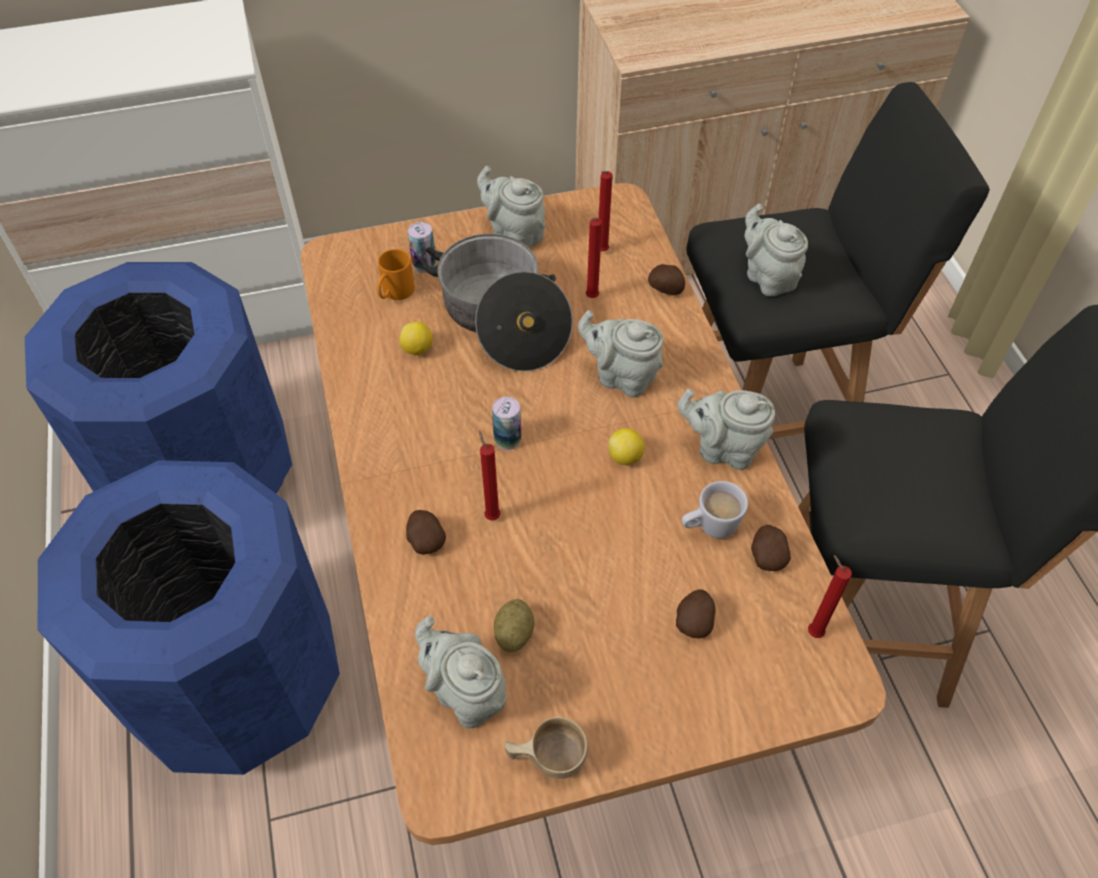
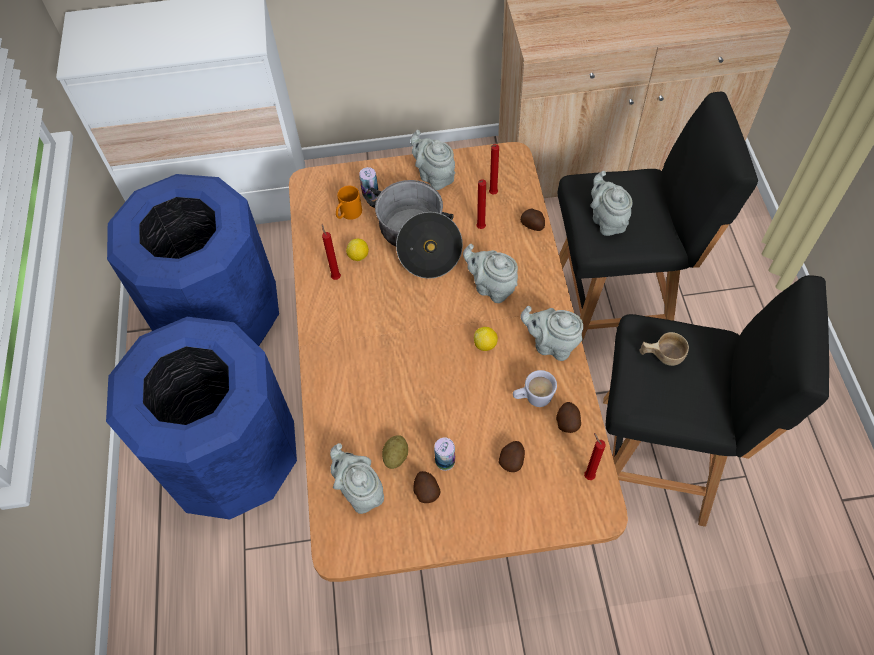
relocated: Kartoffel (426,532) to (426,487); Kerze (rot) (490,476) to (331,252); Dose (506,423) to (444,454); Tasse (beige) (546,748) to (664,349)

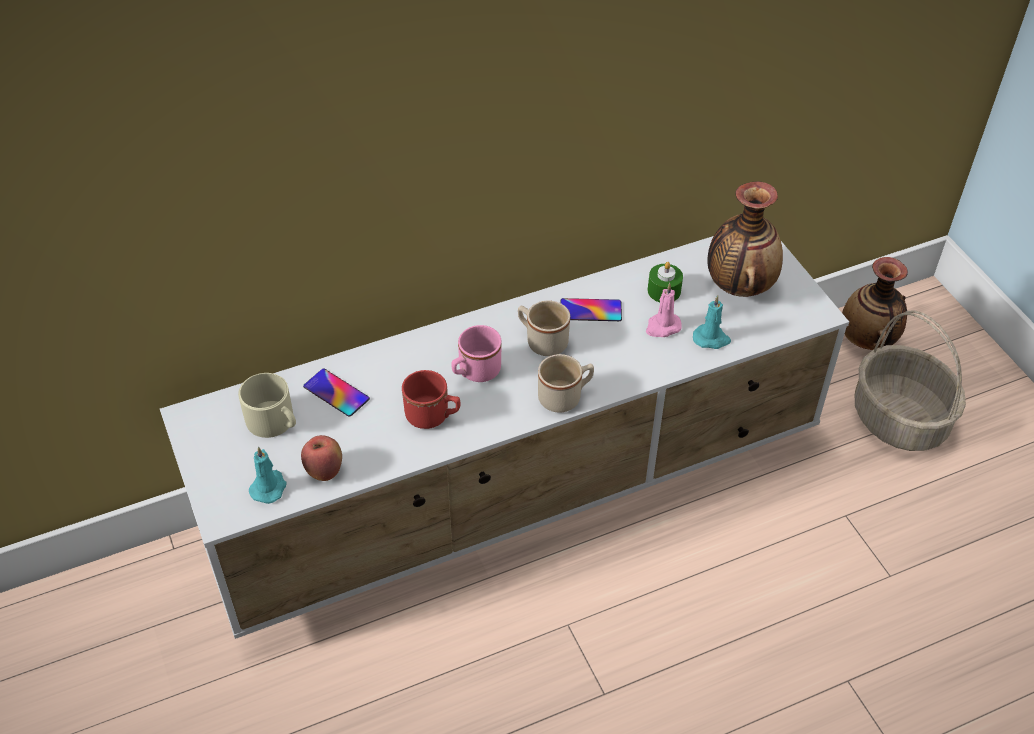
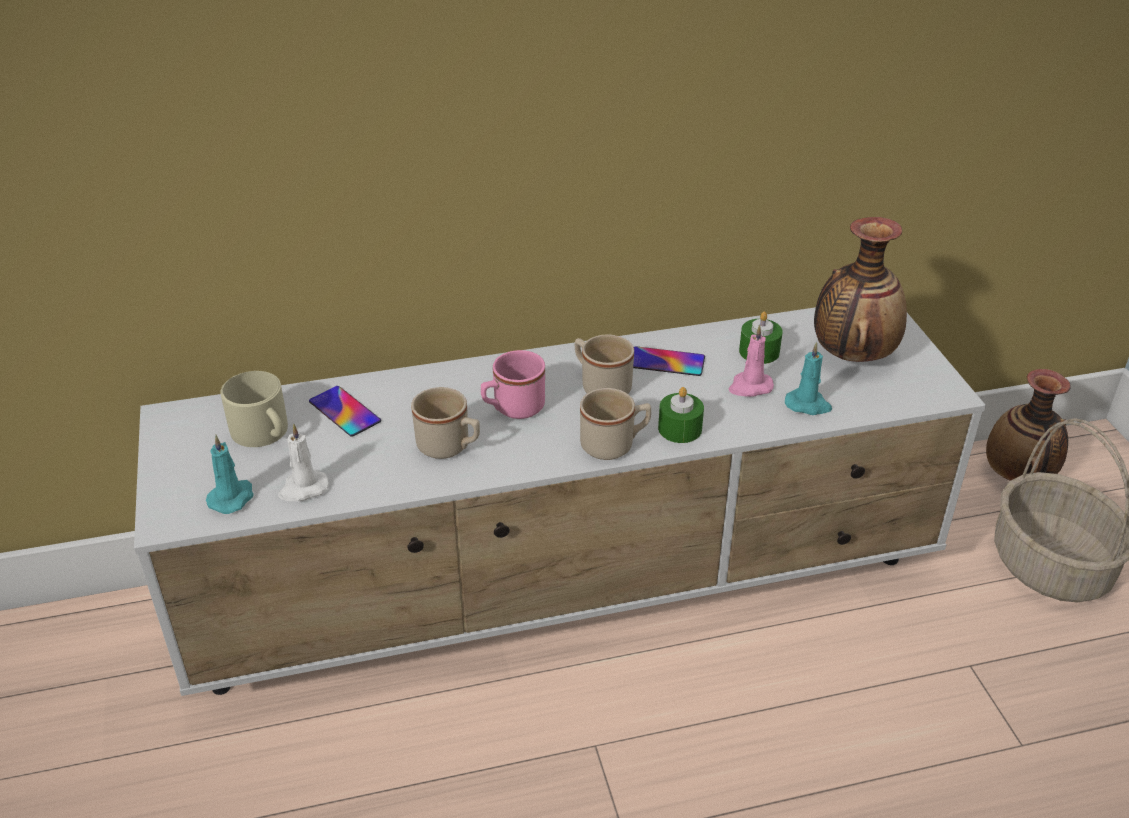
appeared: Kerze (grün) (681,415)
exchanged: Apfel (321,458) to Kerze (weiß) (303,462)
colour: Henkelbecher (rot) (431,399) to Henkelbecher (beige) (445,423)

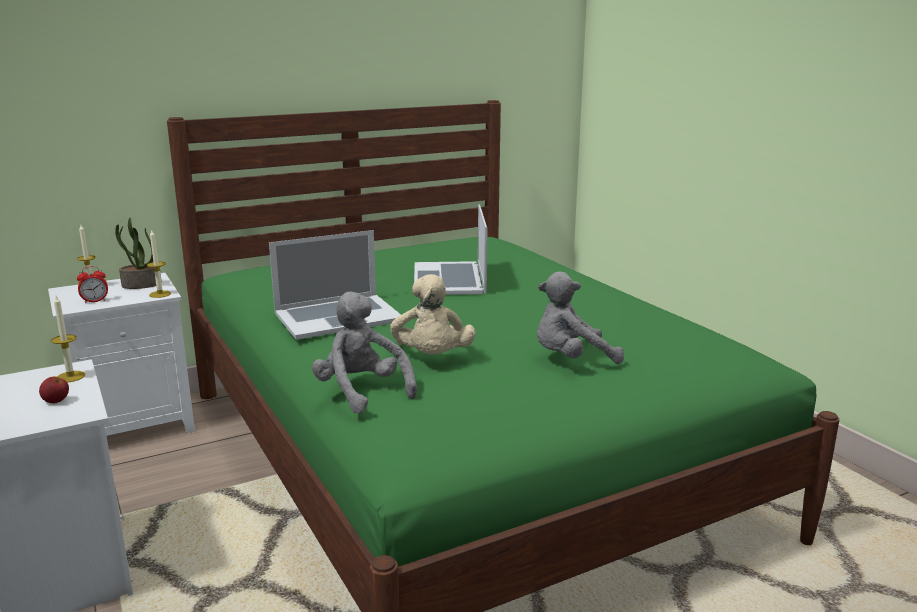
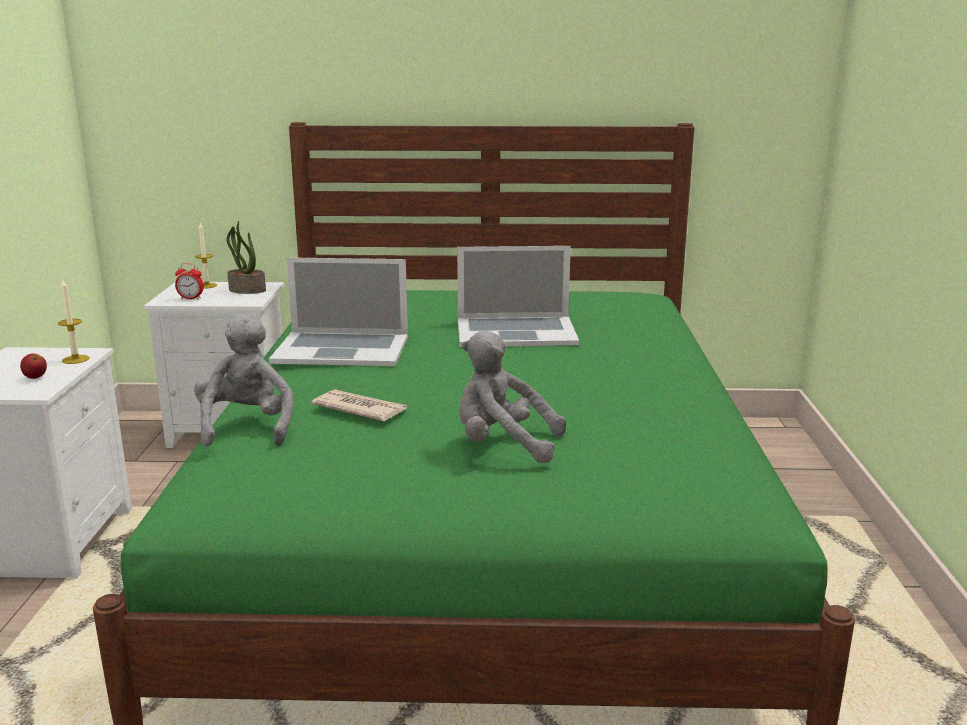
missing: Kerze (159,263)
exchanged: Plüschtier (beige) (433,314) to Zeitung (359,405)
spun: Laptop (451,249) = (518,296) 120 degrees counterclockwise

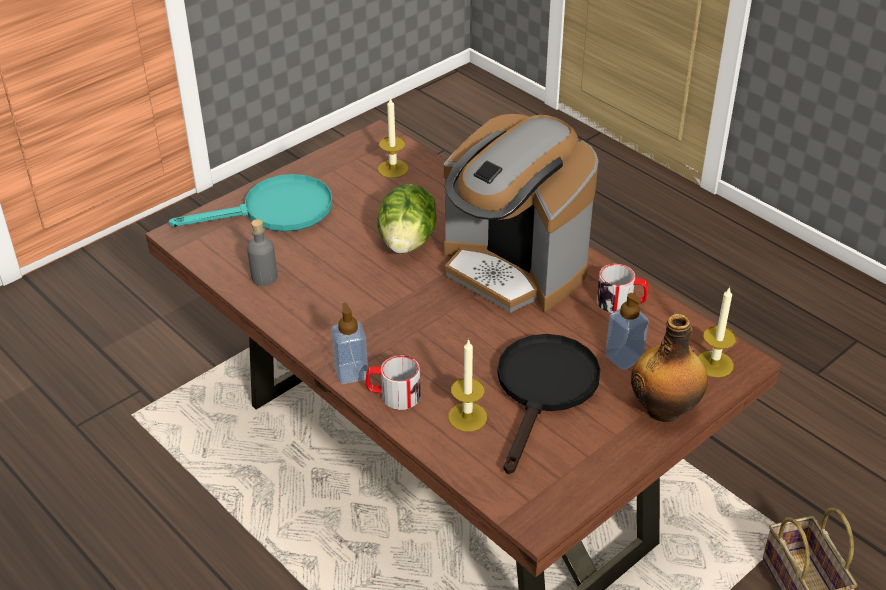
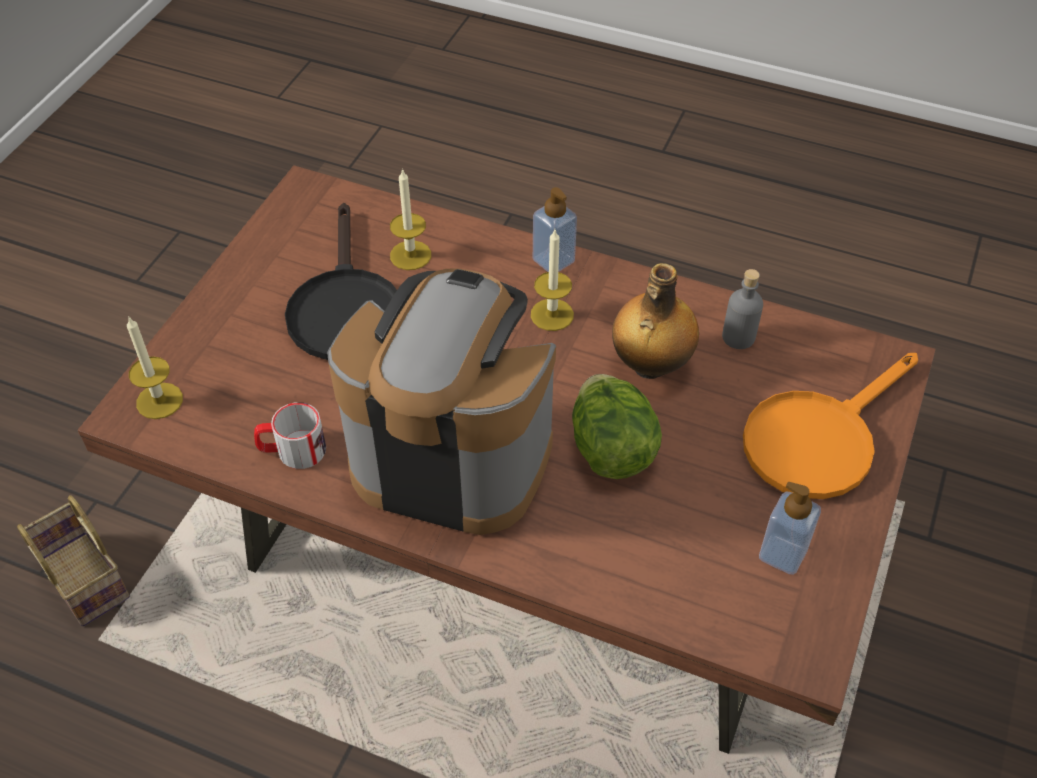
missing: Henkelbecher (393,382)
relocated: Kerze (393,137) to (552,280); Seifenspender (627,331) to (790,528); Flasche (669,368) to (655,321)
colour: Pfanne (türkis) (250,203) to Pfanne (orange) (830,426)

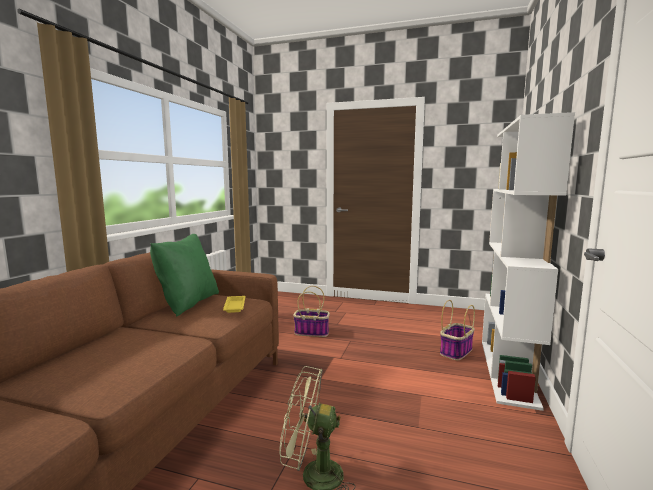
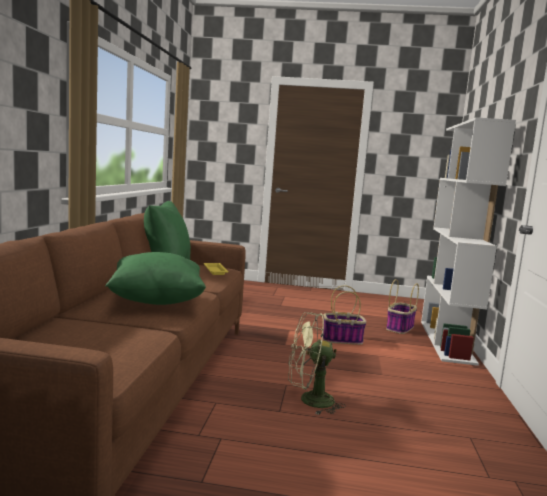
appeared: Kissen (grün) (155,278)
relocated: Korb (311,311) to (345,315)

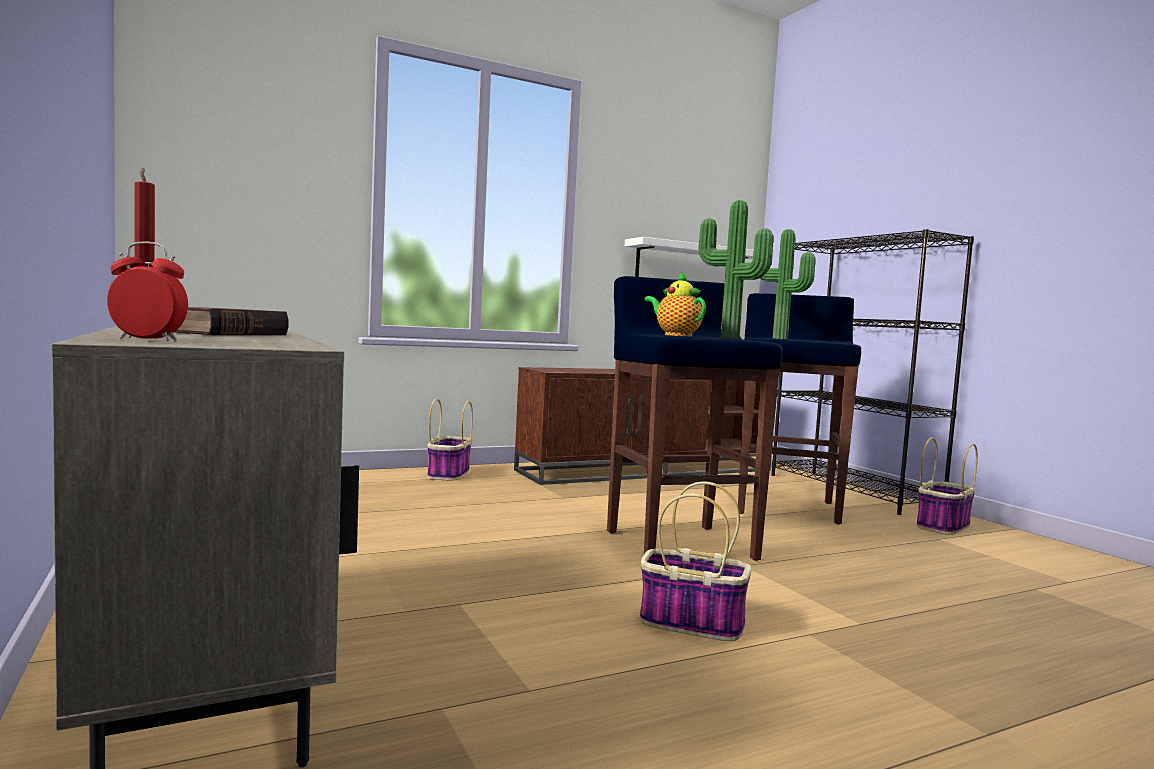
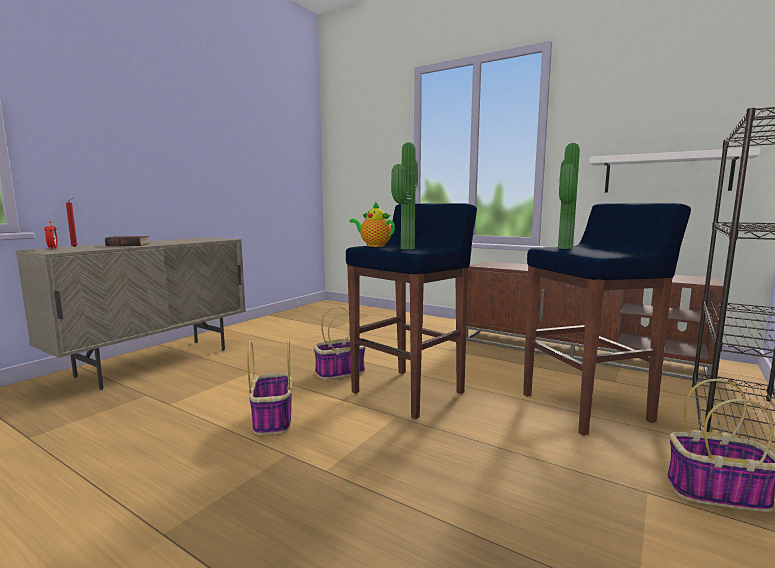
relocated: Korb (450,440) to (339,343)
spun: Teekanne (675,303) = (372,224) 75 degrees counterclockwise

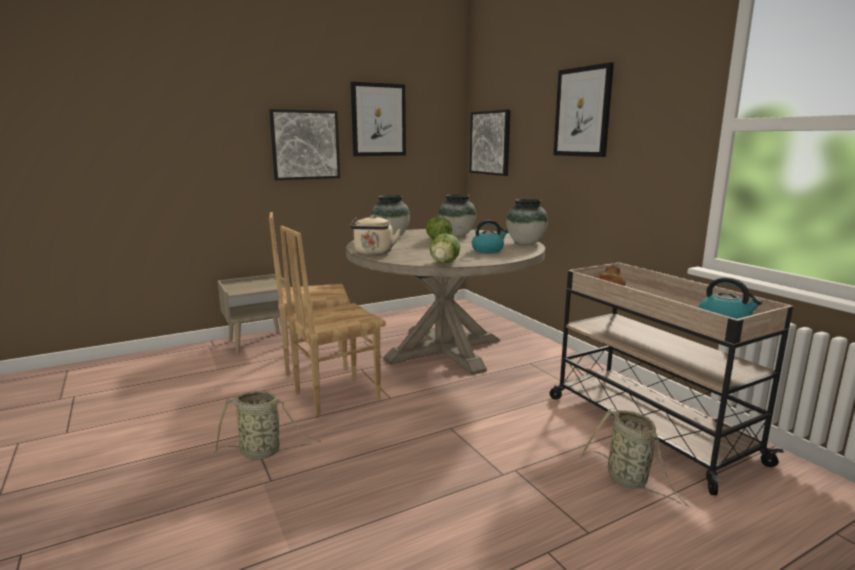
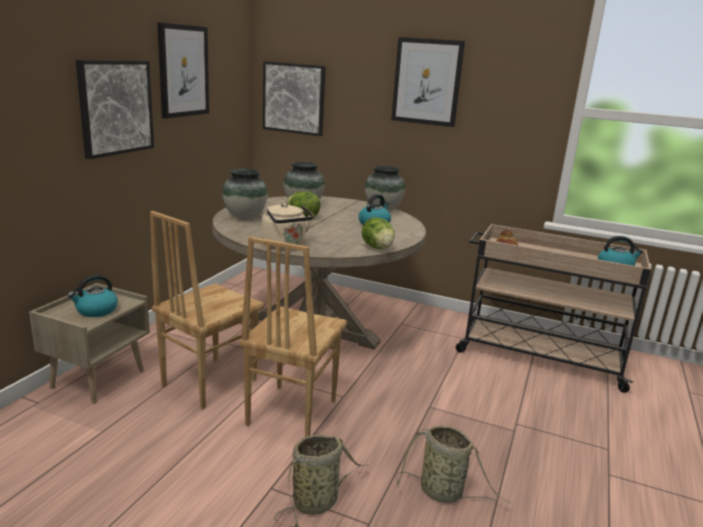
appeared: Wasserkessel (93,296)
relocated: Korb (635,458) to (453,464)

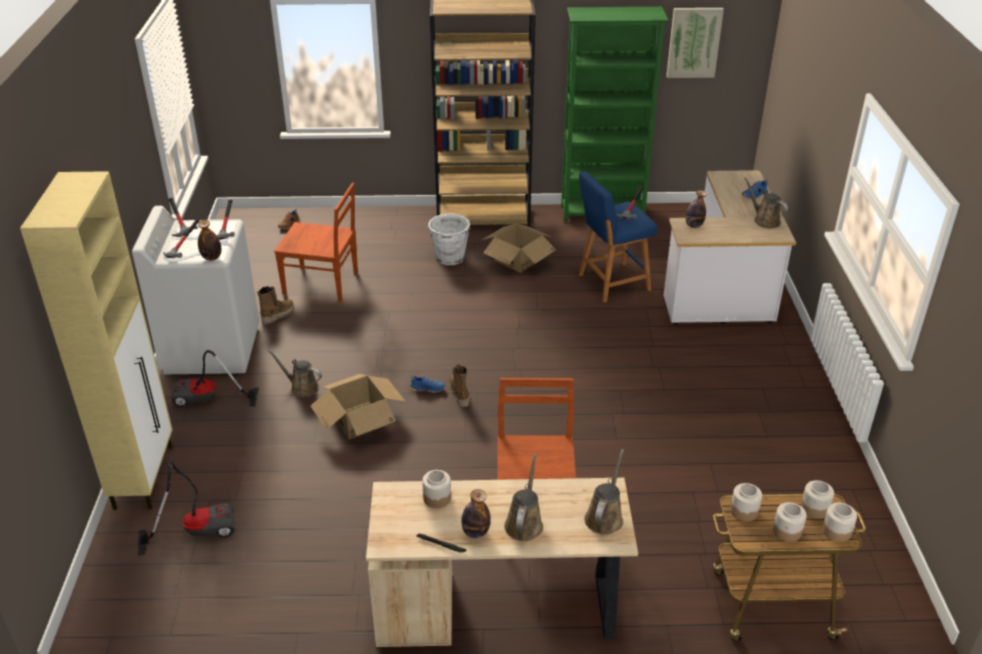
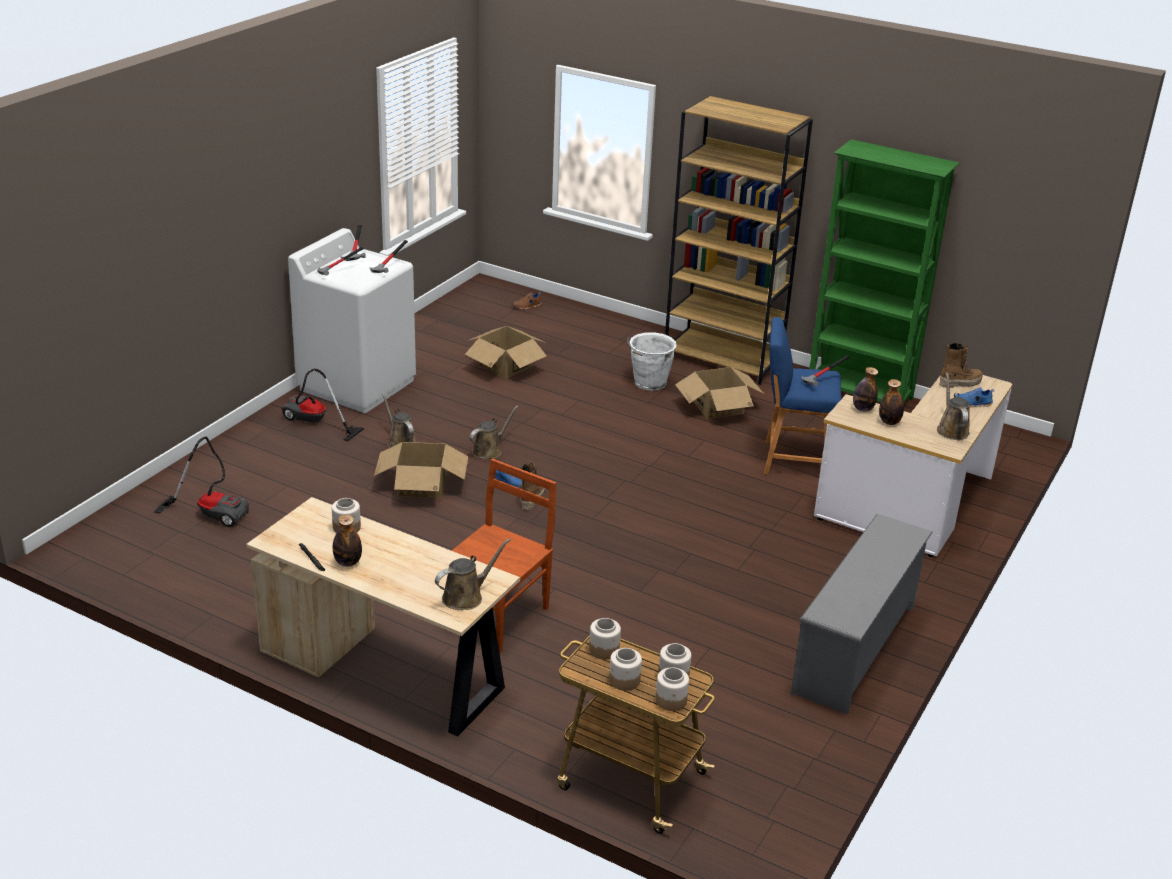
missing: Schrank (beige) (96,340); Bild (695,43)
appeared: Schuhregal (grau) (861,614)
relocated: Flasche (210,240) to (891,402); Stiefel (275,305) to (961,365); Gießkanne (braun) (523,497) to (494,432)
exchanged: Stuhl (braun) (316,242) to Karton (506,352)

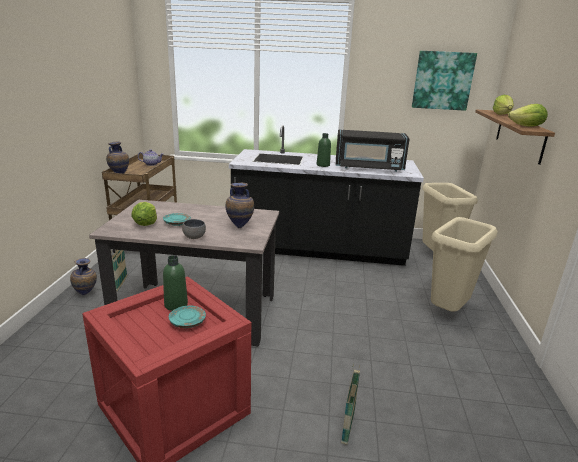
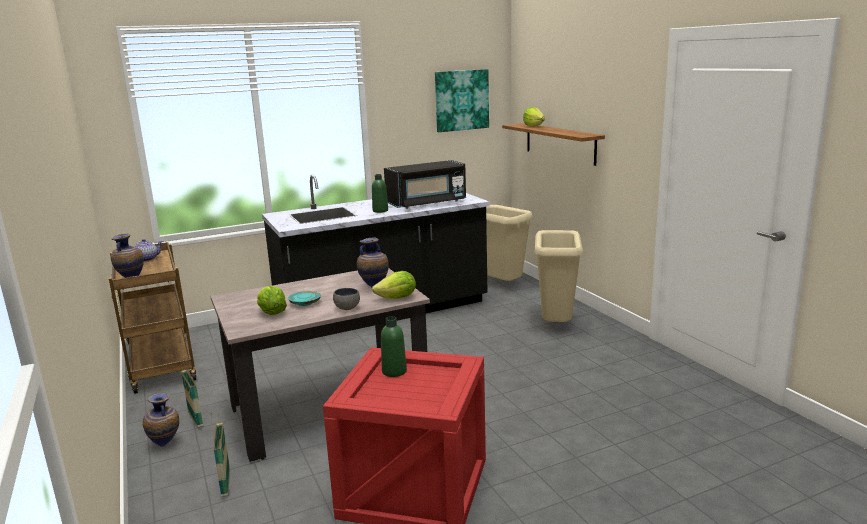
missing: Teller (türkis) (187,317)
relocated: Korb (350,404) to (220,454); Salatkopf (528,115) to (394,285)

